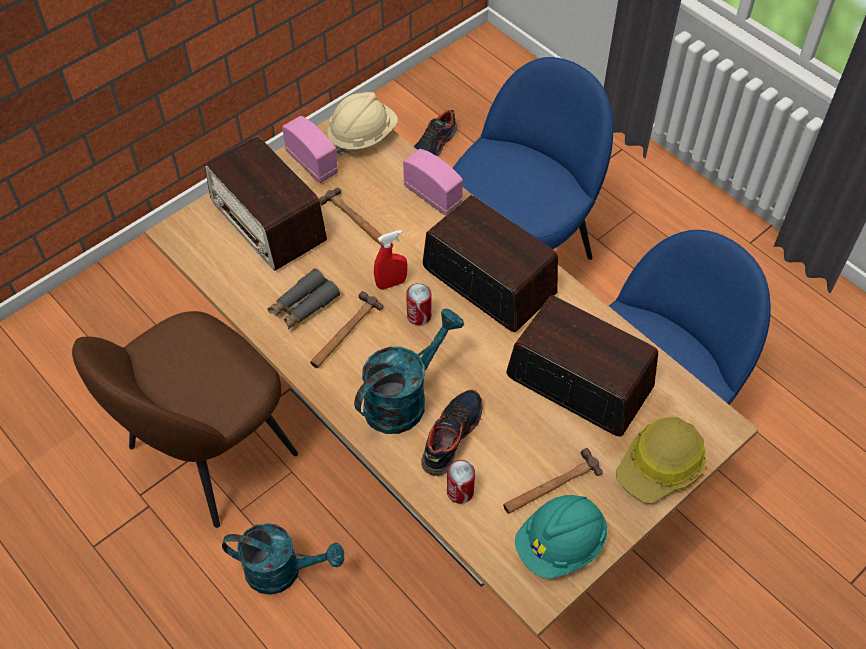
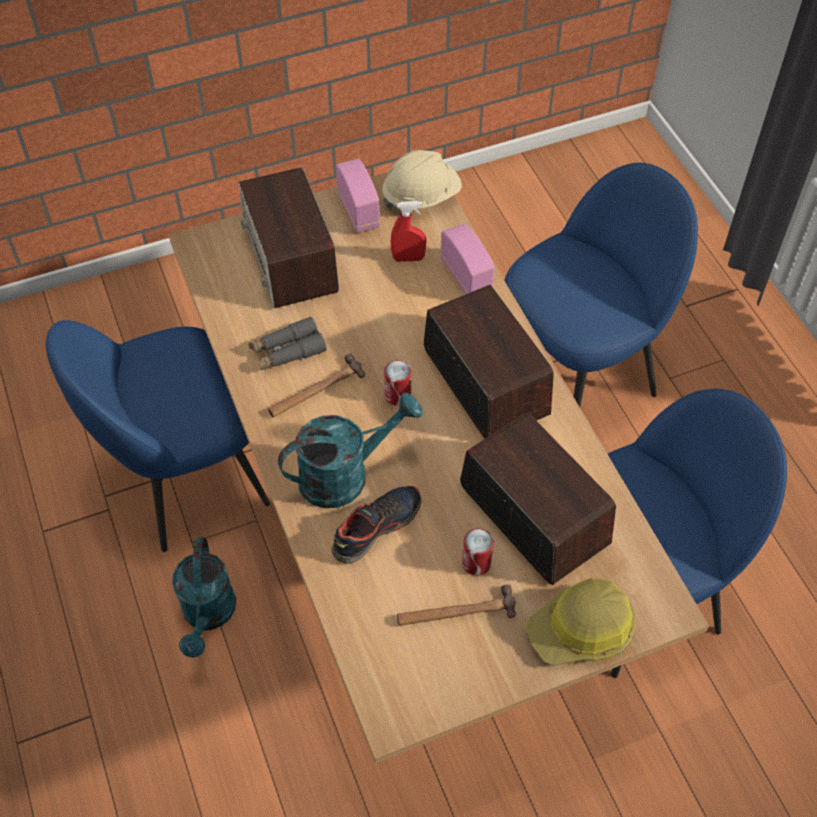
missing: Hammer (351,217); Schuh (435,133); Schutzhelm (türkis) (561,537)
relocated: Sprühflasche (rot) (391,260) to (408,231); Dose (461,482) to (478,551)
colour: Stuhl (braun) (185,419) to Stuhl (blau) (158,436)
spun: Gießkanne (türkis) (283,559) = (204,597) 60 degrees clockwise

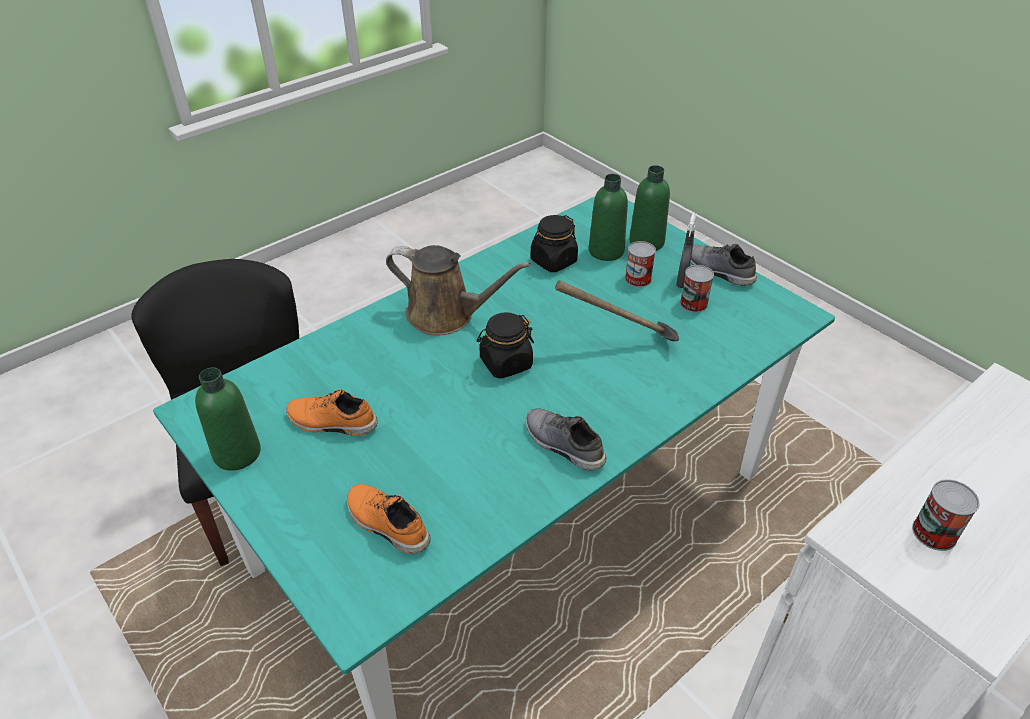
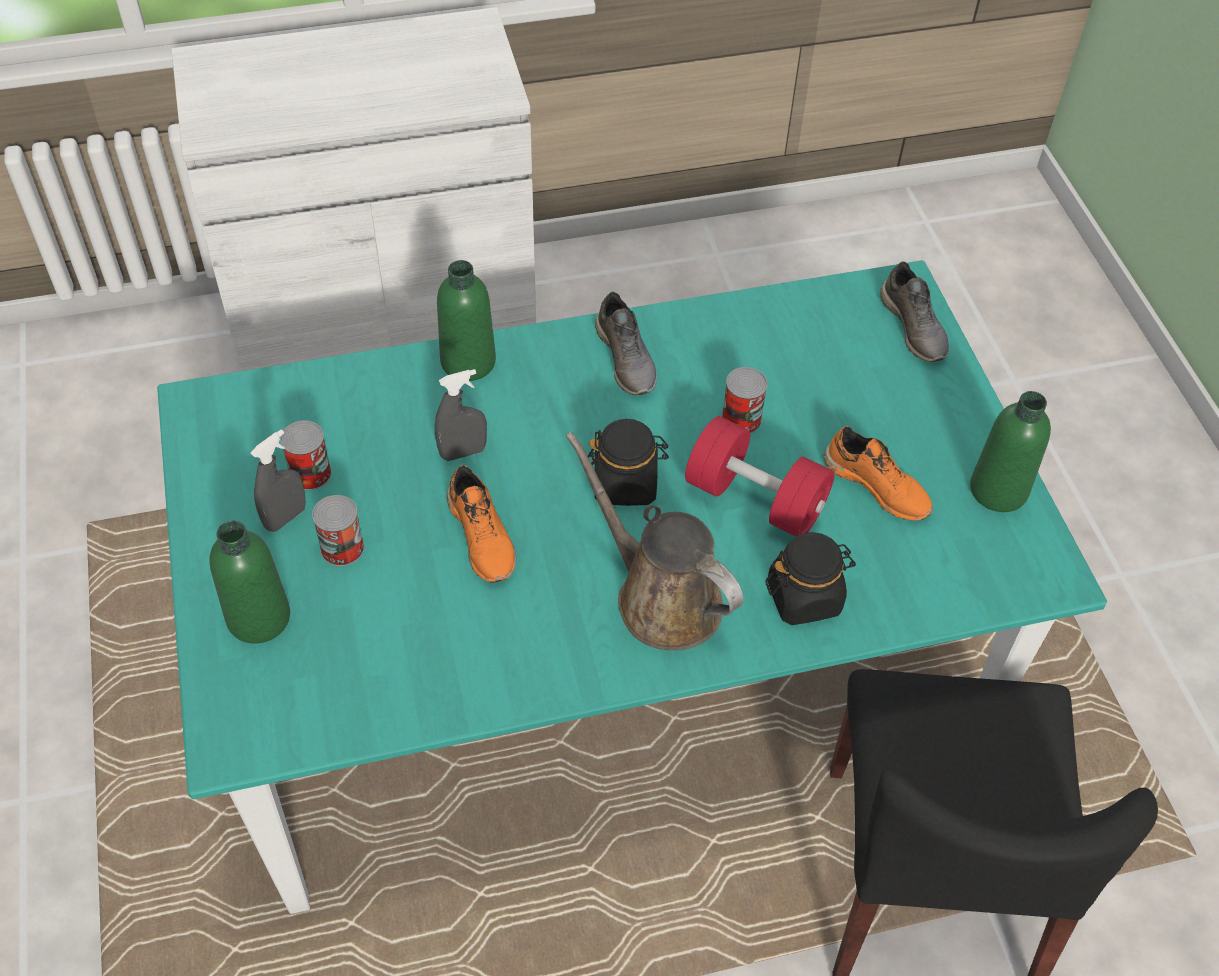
appeared: Hantel (rot) (760,476)
relocated: Schuh (orange) (388,519) to (481,523); Vorratsglas (schwarz) (554,243) to (810,578); Flasche (grün) (608,217) to (466,320); Schuh (grau) (723,265) to (914,311); Dose (946,515) to (744,400)
exchanged: Hammer (617,310) to Sprühflasche (grau) (461,415)

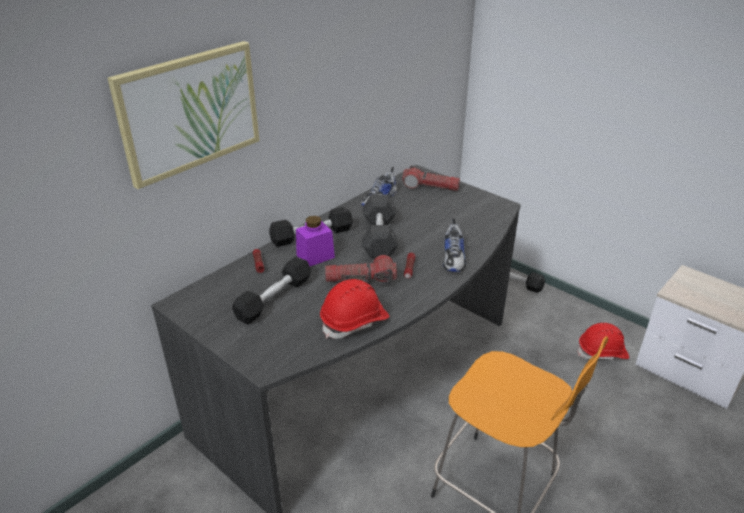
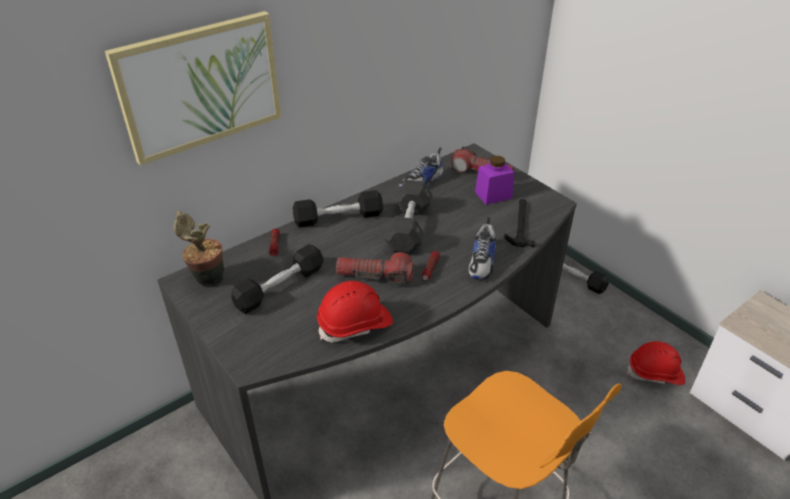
appeared: Topfpflanze (199,248); Hammer (519,223)
relocated: Vorratsglas (lila) (315,241) to (494,180)

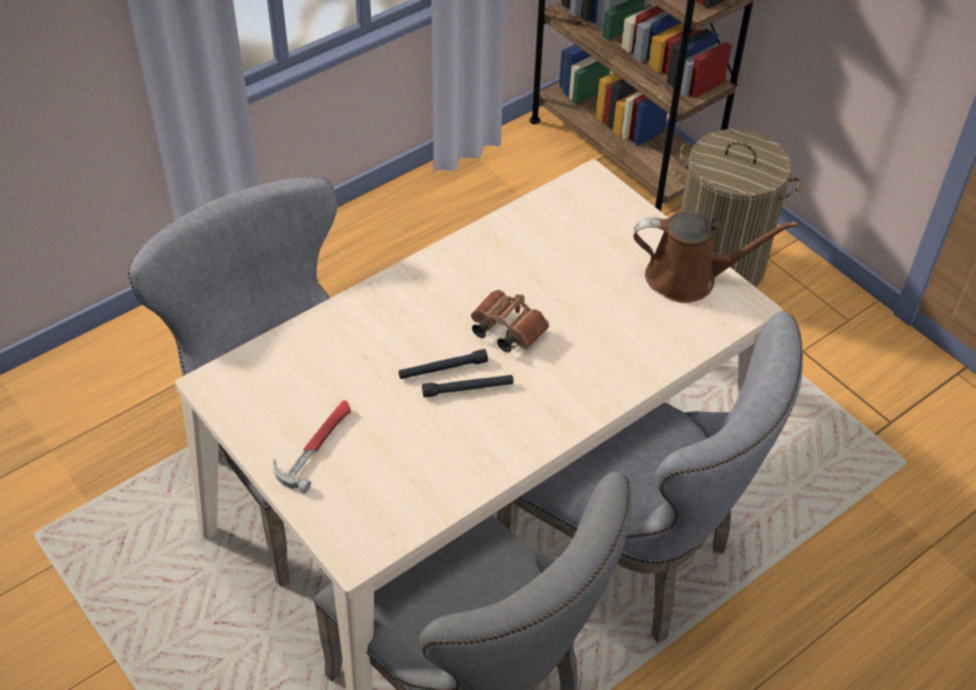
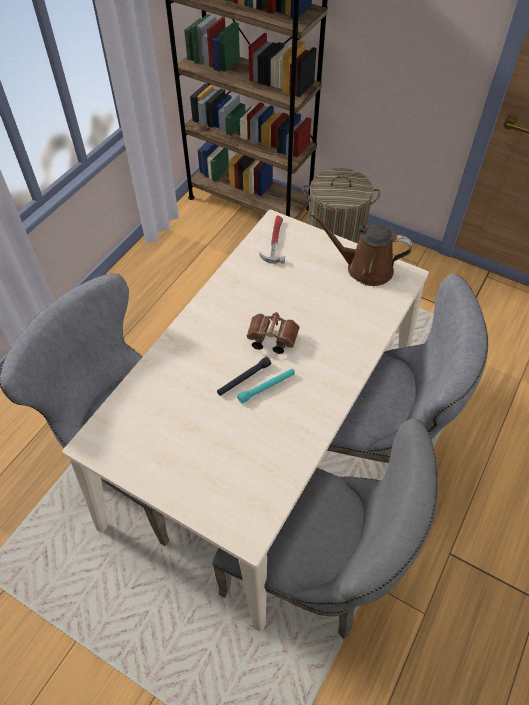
relocated: Hammer (312,446) to (272,239)
colour: Taschenlampe (schwarz) (468,386) to Taschenlampe (türkis) (266,386)
spun: Gießkanne (braun) (715,257) = (361,249) 150 degrees counterclockwise

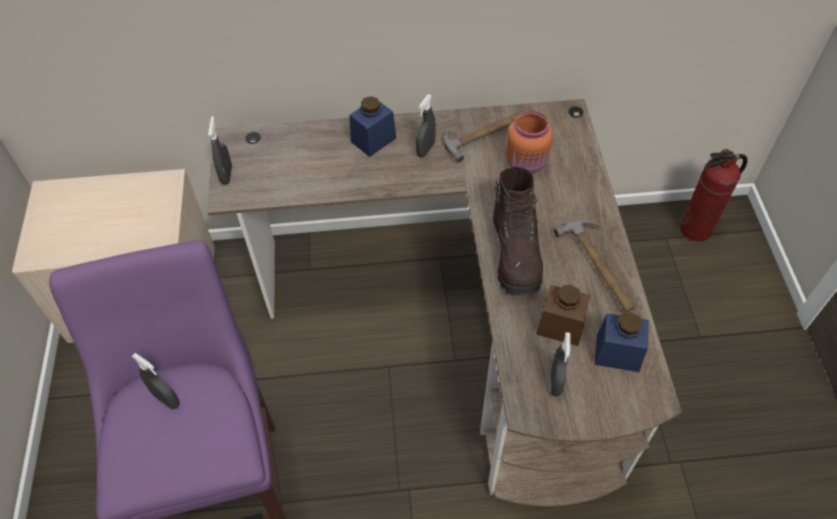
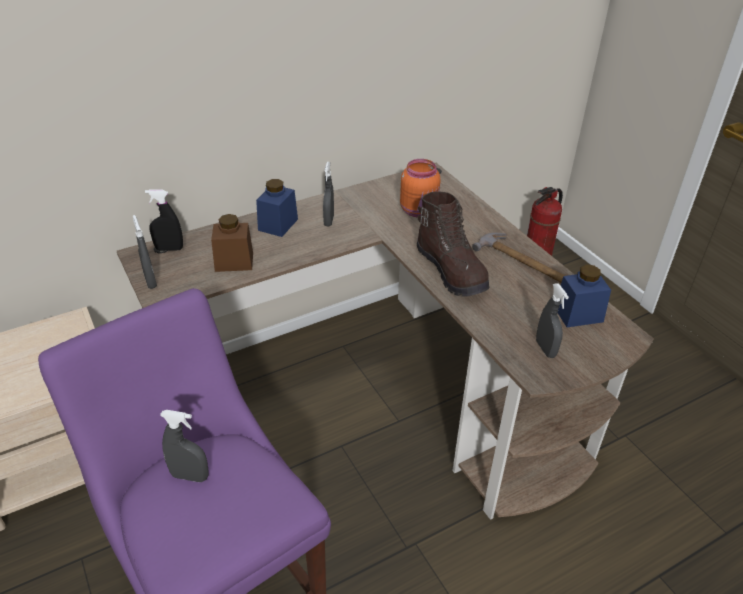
missing: Hammer (488,135)
appeared: Sprühflasche (schwarz) (164,220)
relocated: Vorratsglas (braun) (563,315) to (232,243)

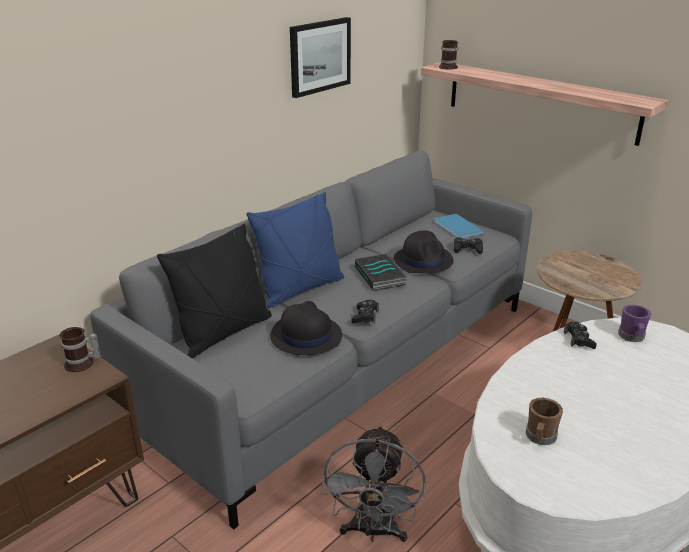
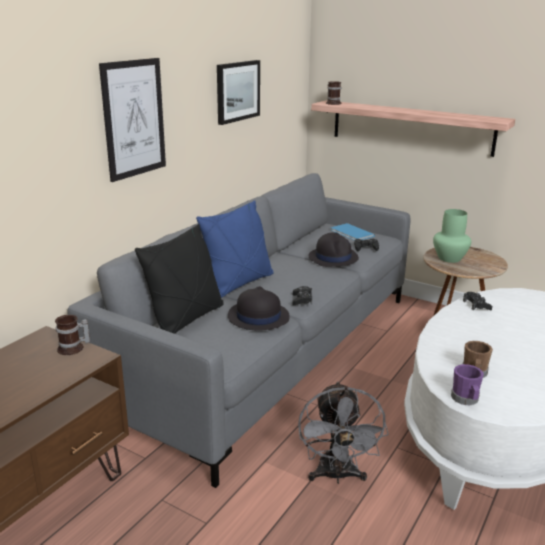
missing: Buch (380,272)
appeared: Bild (132,120); Vase (grün) (452,236)
relocated: Henkelbecher (lila) (634,323) to (467,384)

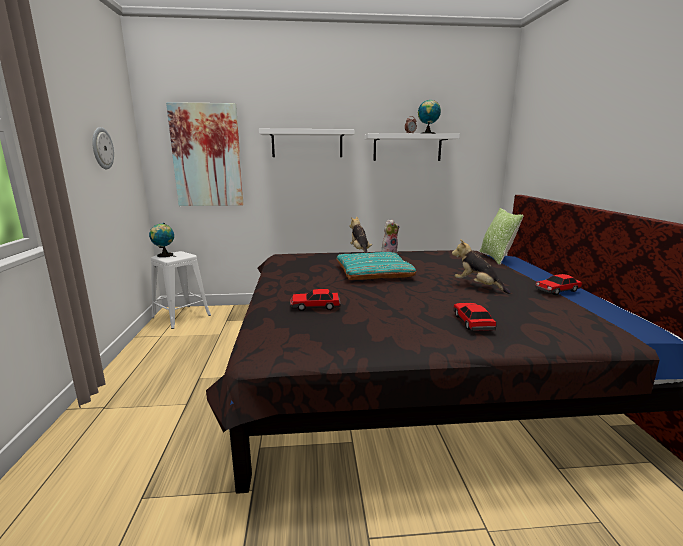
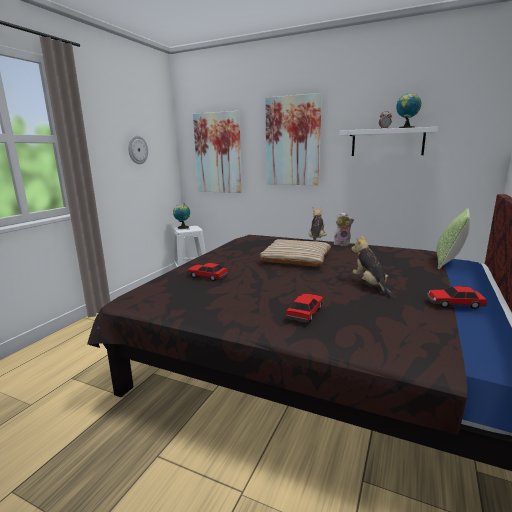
exchanged: Wandregal (weiß) (307,143) to Bild (294,139)
colour: Kissen (türkis) (376,266) to Kissen (beige) (295,252)

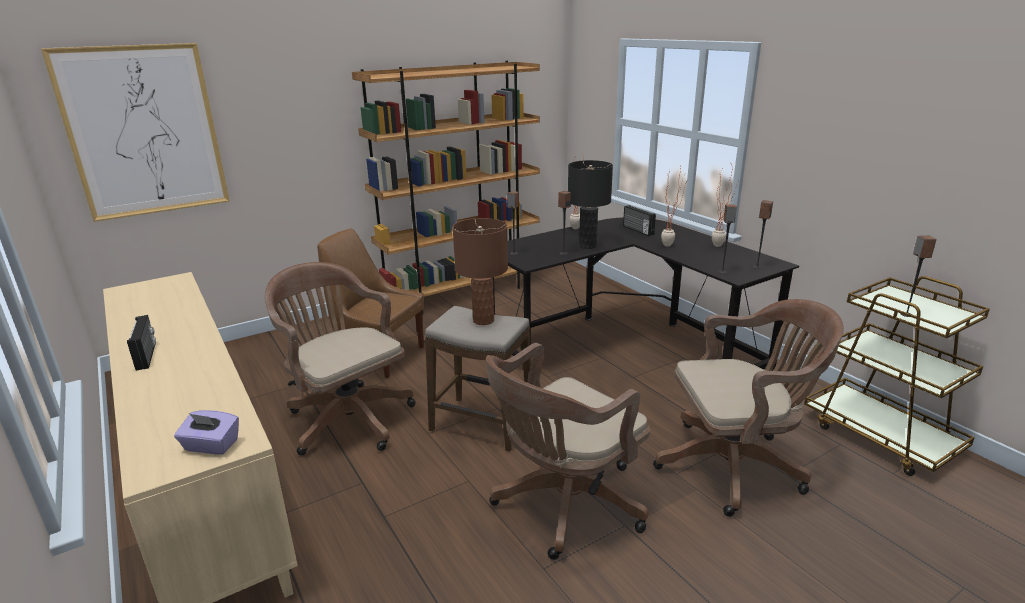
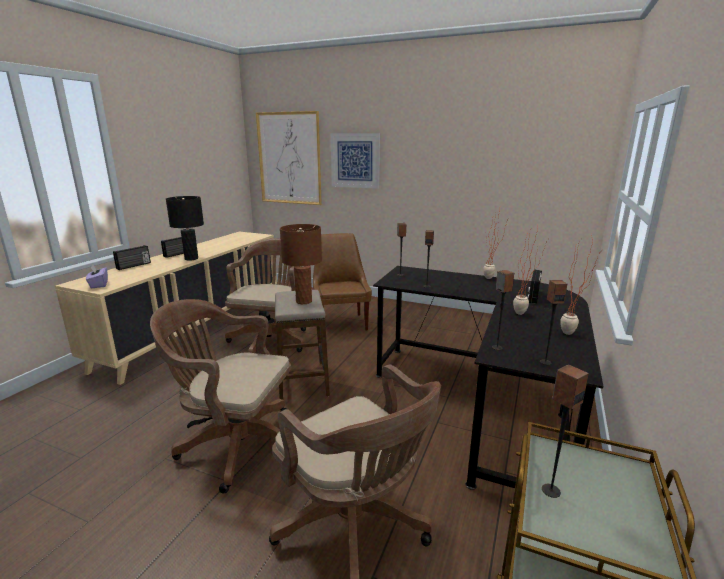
missing: Bücherregal (braun) (446,187)
appeared: Radio (132,257); Bild (355,161)
relocated: Tischlampe (schwarz) (590,204) to (185,228)

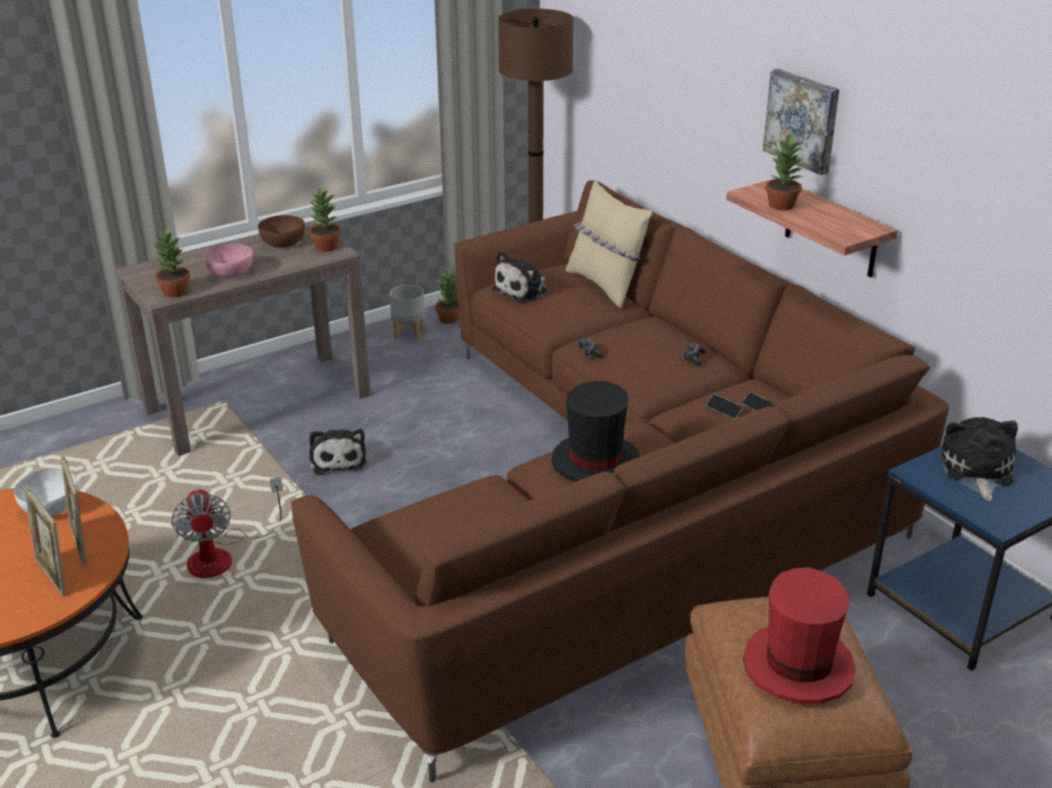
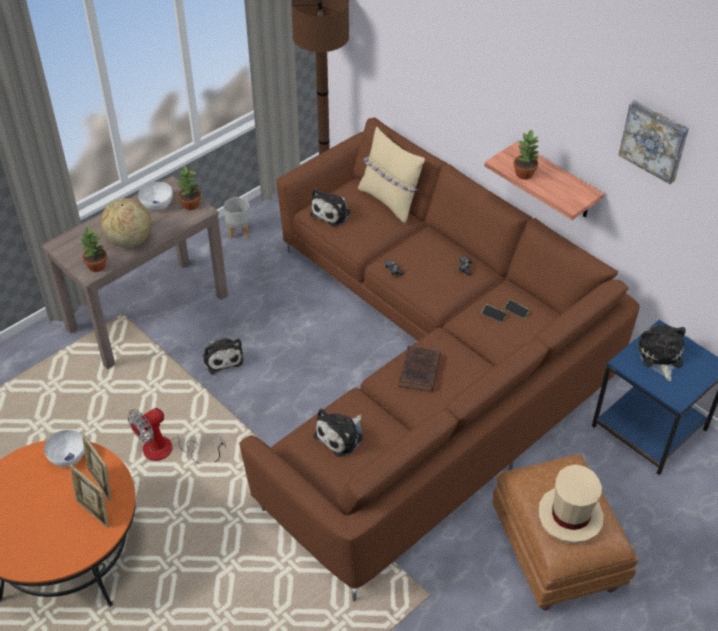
missing: Topfpflanze (447,295)
appeared: Plüschtier (338,432)
relocated: Bild (801,121) to (653,142)
exchanged: Schüssel (rosa) (228,261) to Globus (126,223); Hut (schwarz) (596,431) to Buch (braun) (420,369)
colour: Schüssel (braun) (281,231) to Schüssel (weiß) (155,196); Hut (rot) (799,635) to Hut (beige) (571,504)
spun: Ventilator (227,527) = (177,436) 75 degrees clockwise

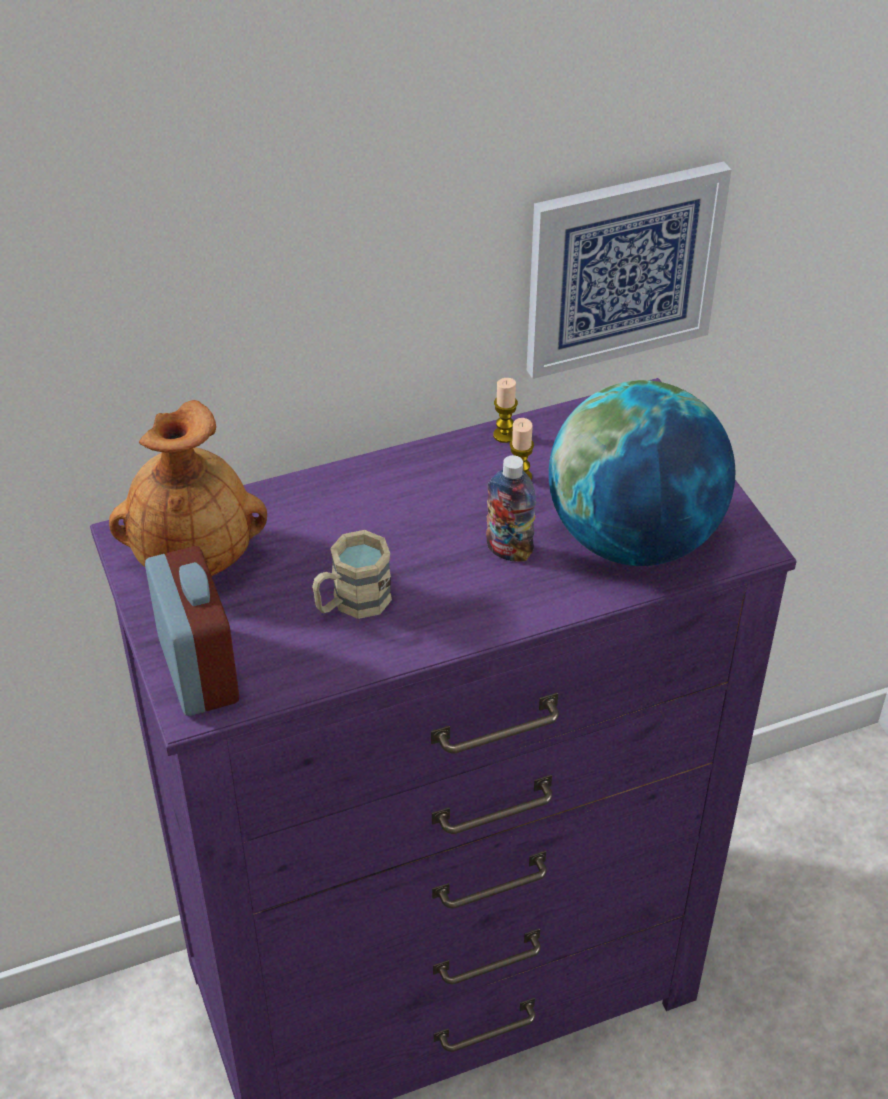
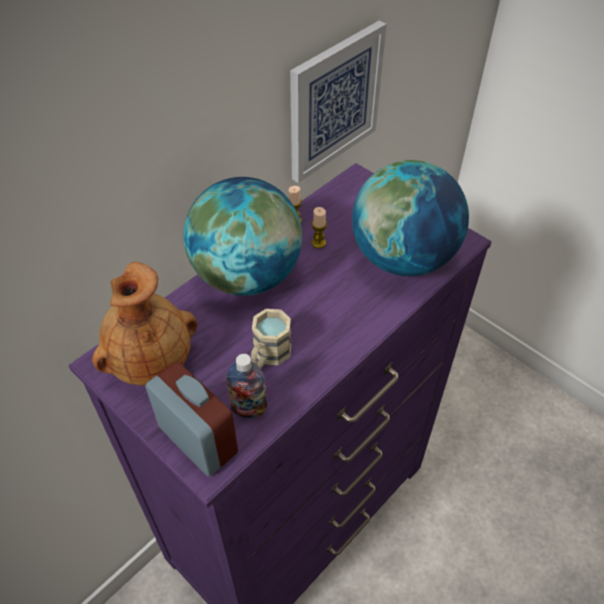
appeared: Globus (243,236)
relocated: Flasche (511,508) to (246,386)

